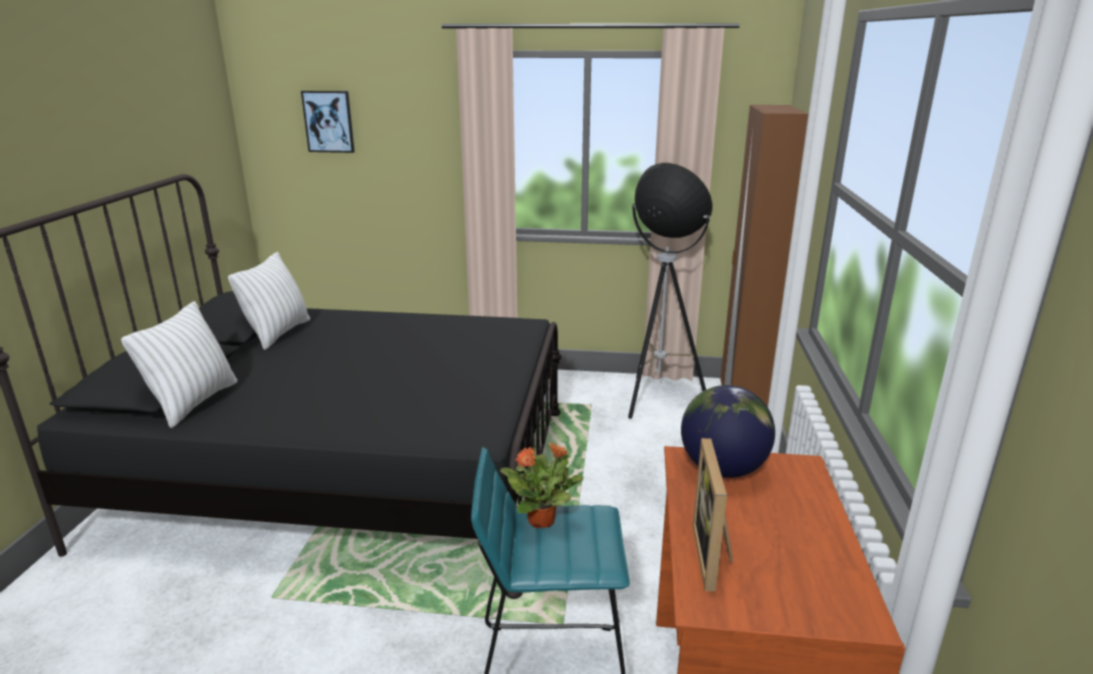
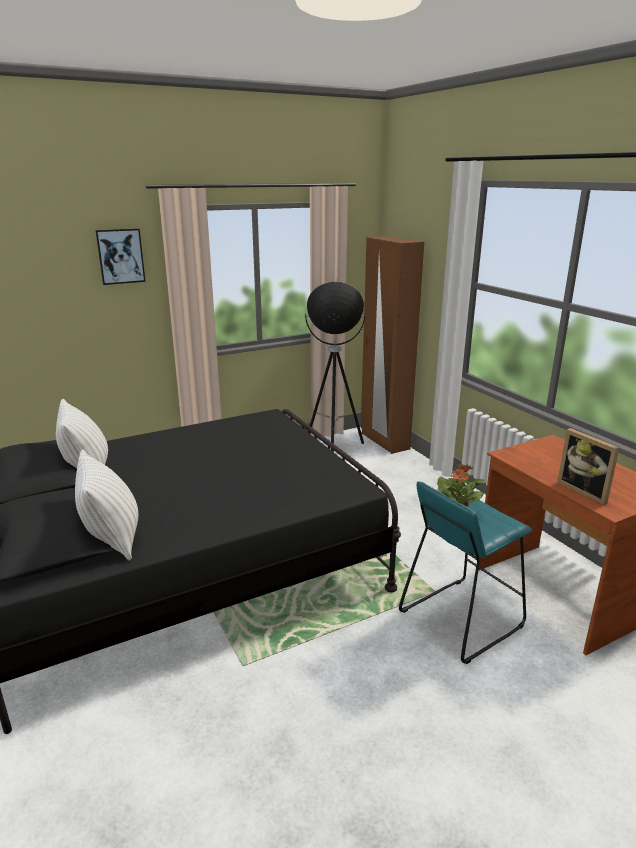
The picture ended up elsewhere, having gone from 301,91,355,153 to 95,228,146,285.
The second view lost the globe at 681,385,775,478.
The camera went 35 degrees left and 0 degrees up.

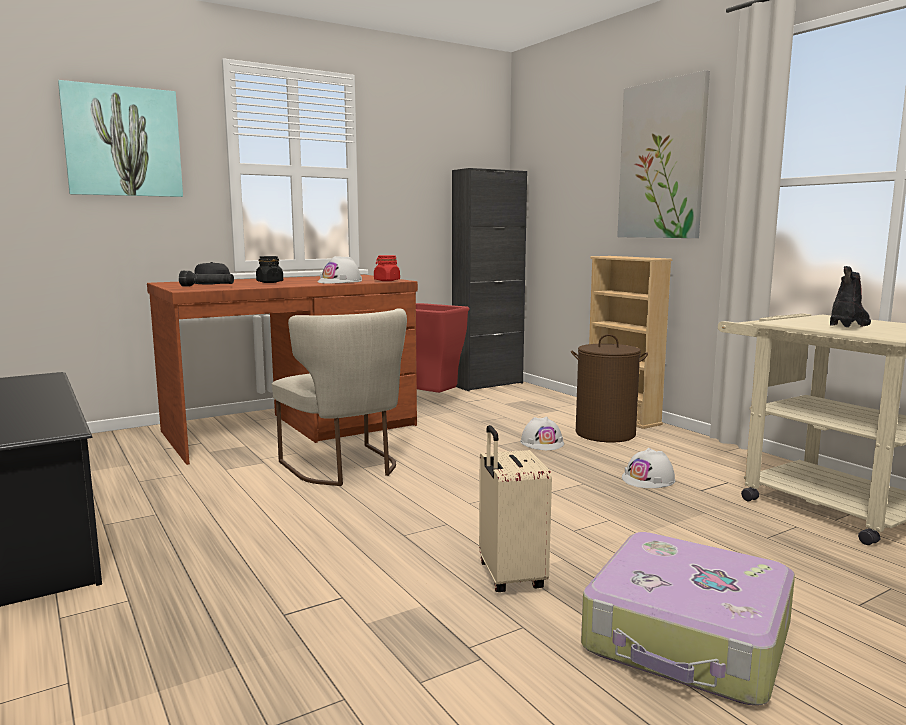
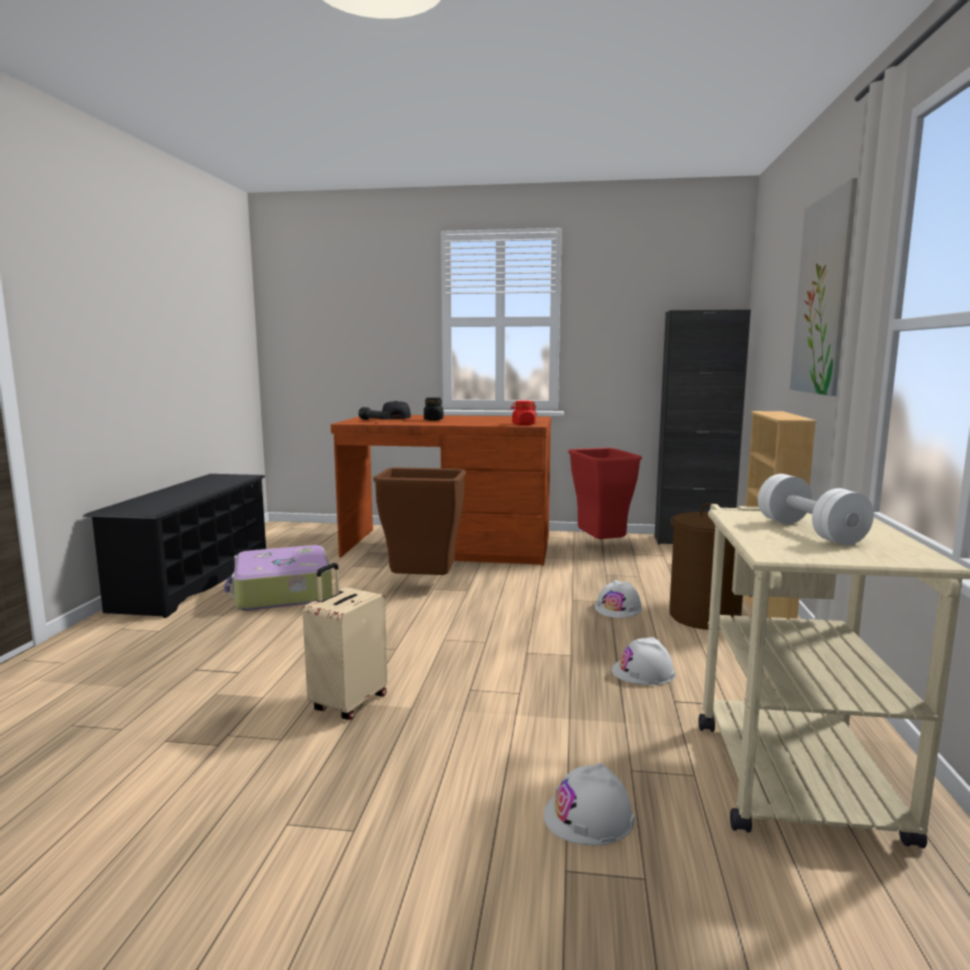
The second view lost the picture at 58,80,183,197.
The white hard hat ended up elsewhere, having gone from 318,256,362,284 to 544,763,635,845.
Where the boot stood at 830,266,871,327, the white dumbbell came to stand at 758,474,874,545.
Where the beige chair stood at 272,308,407,486, the brown trash can came to stand at 373,467,466,575.
The suitcase ended up elsewhere, having gone from 581,532,795,705 to 224,545,333,611.
The camera went 40 degrees right and 0 degrees up.

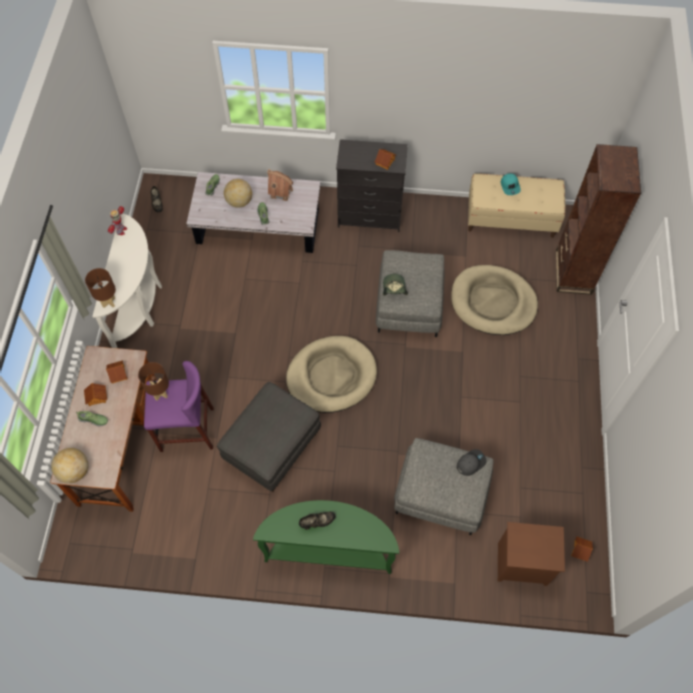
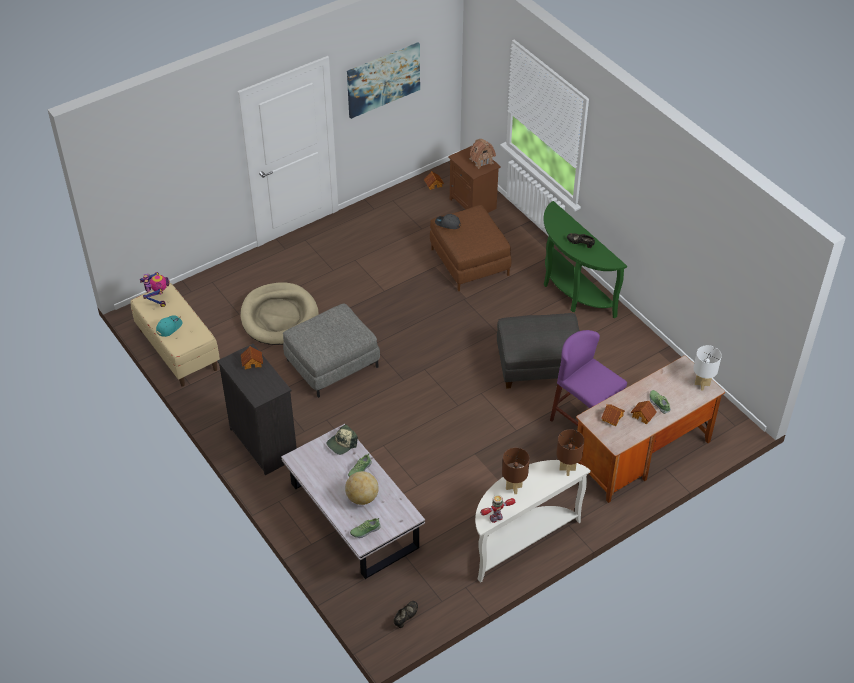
The second view lost the brown bookcase at 556,144,641,295.
The toy house ended up elsewhere, having gone from 267,169,293,201 to 470,139,496,169.
The cap ended up elsewhere, having gone from 383,274,408,295 to 327,424,358,455.
The second view lost the beige dog bed at 286,336,377,413.
The brown table lamp ended up elsewhere, having gone from 138,362,169,401 to 502,448,530,494.
What was the grey ottoman at 394,438,494,535 turned into the brown ottoman at 430,205,511,291.
Where the globe stood at 51,448,88,483, the white table lamp came to stand at 693,345,722,391.
The second view gained the picture at 347,43,420,119.
The second view gained the toy robot at 140,272,170,307.
The camera went 130 degrees left and 15 degrees down.

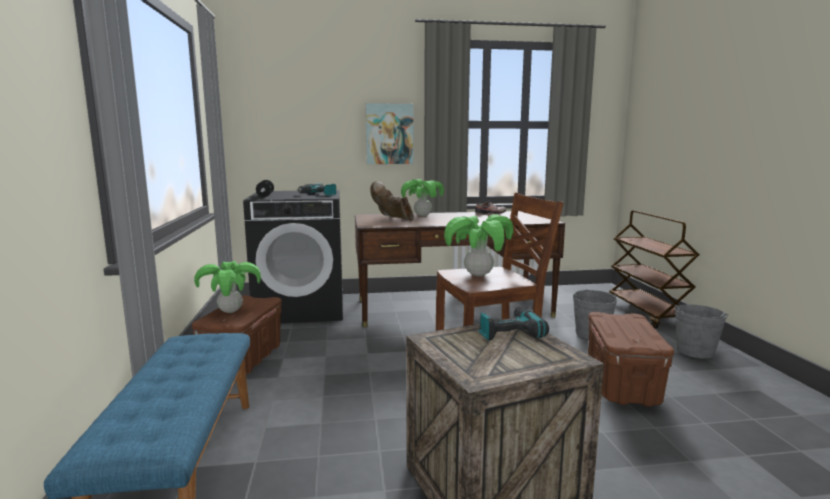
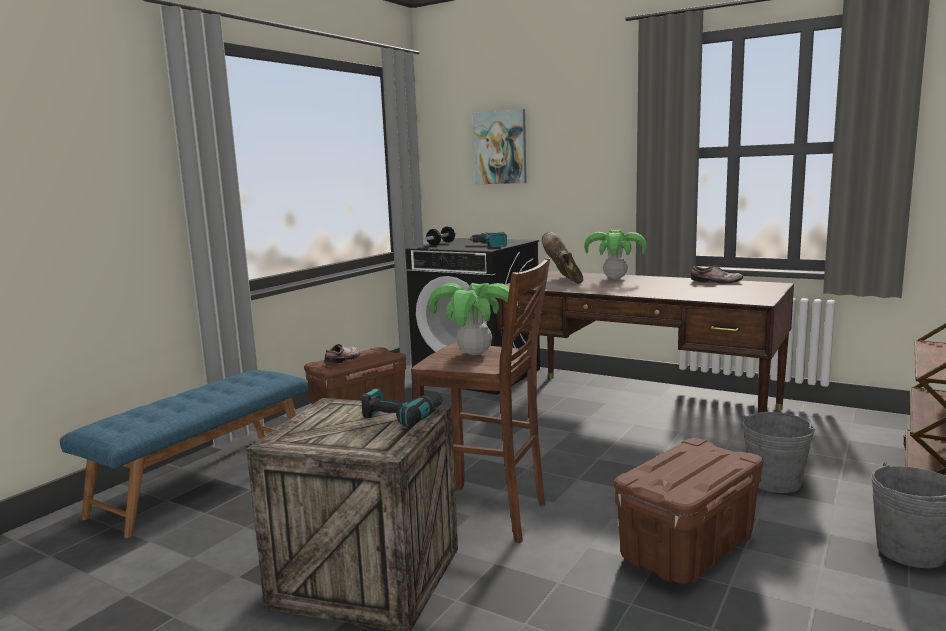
The picture ended up elsewhere, having gone from 366,103,414,164 to 473,109,527,184.
Where the potted plant stood at 194,261,261,313, the shoe came to stand at 325,344,360,364.
The camera went 40 degrees right and 0 degrees up.

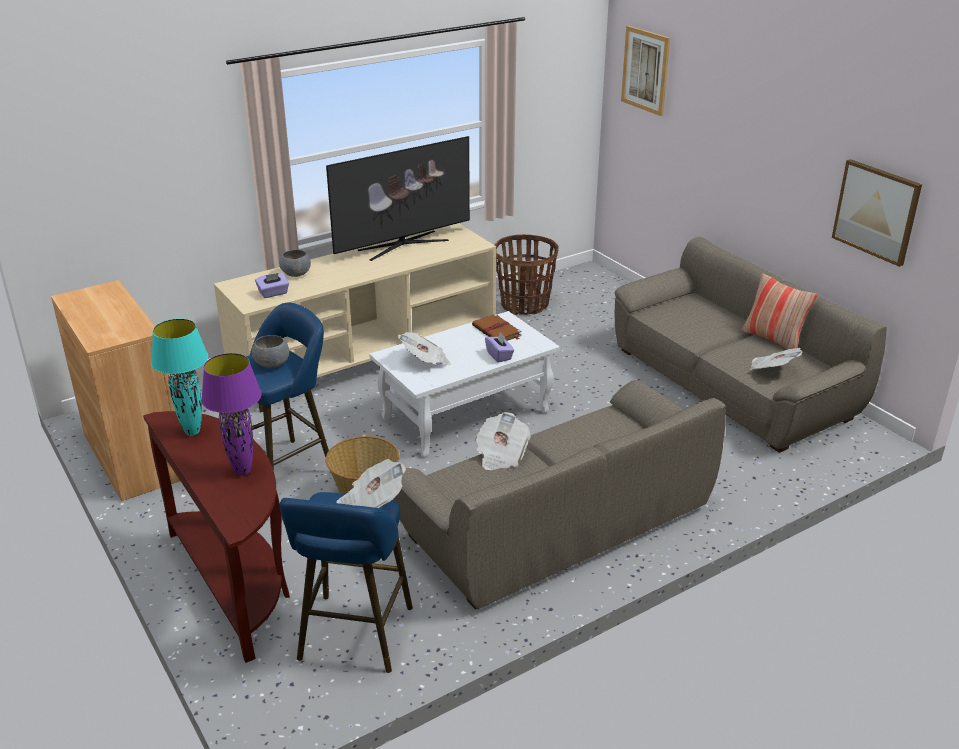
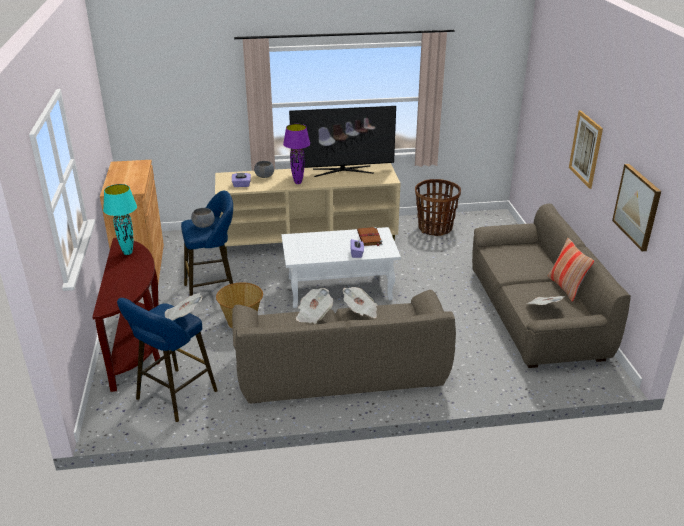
The picture ended up elsewhere, having gone from 621,26,670,116 to 569,110,603,189.
The newspaper ended up elsewhere, having gone from 398,332,451,365 to 343,287,377,318.
The purple table lamp ended up elsewhere, having gone from 201,353,262,476 to 283,124,310,184.
The camera went 25 degrees right and 0 degrees up.

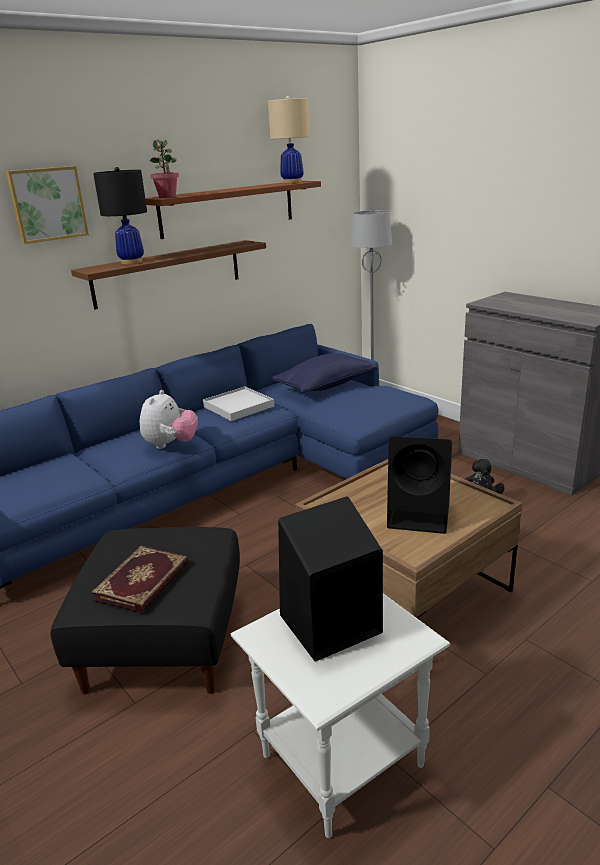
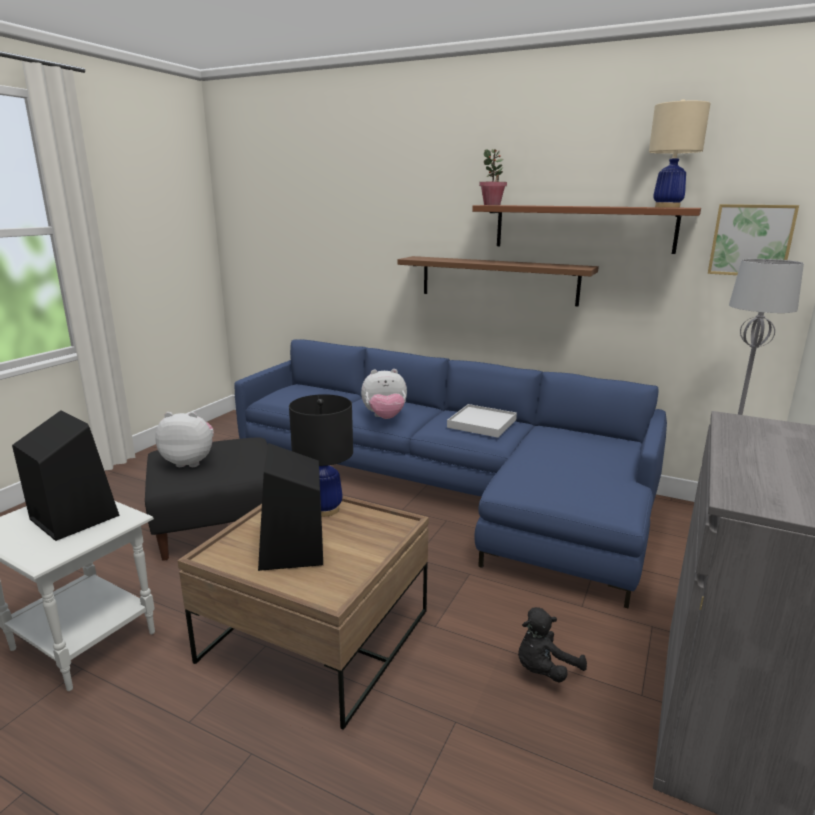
The picture ended up elsewhere, having gone from 5,166,89,244 to 708,204,799,275.
The black table lamp ended up elsewhere, having gone from 93,167,147,264 to 289,394,353,517.
The second view lost the blue pillow at 272,353,378,393.
Where the book stood at 91,546,189,613, the plush toy came to stand at 155,412,214,467.
The camera went 65 degrees right and 5 degrees down.

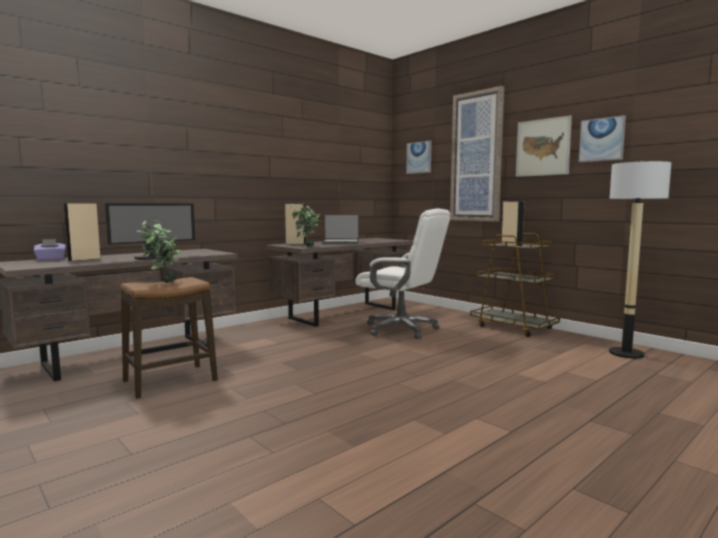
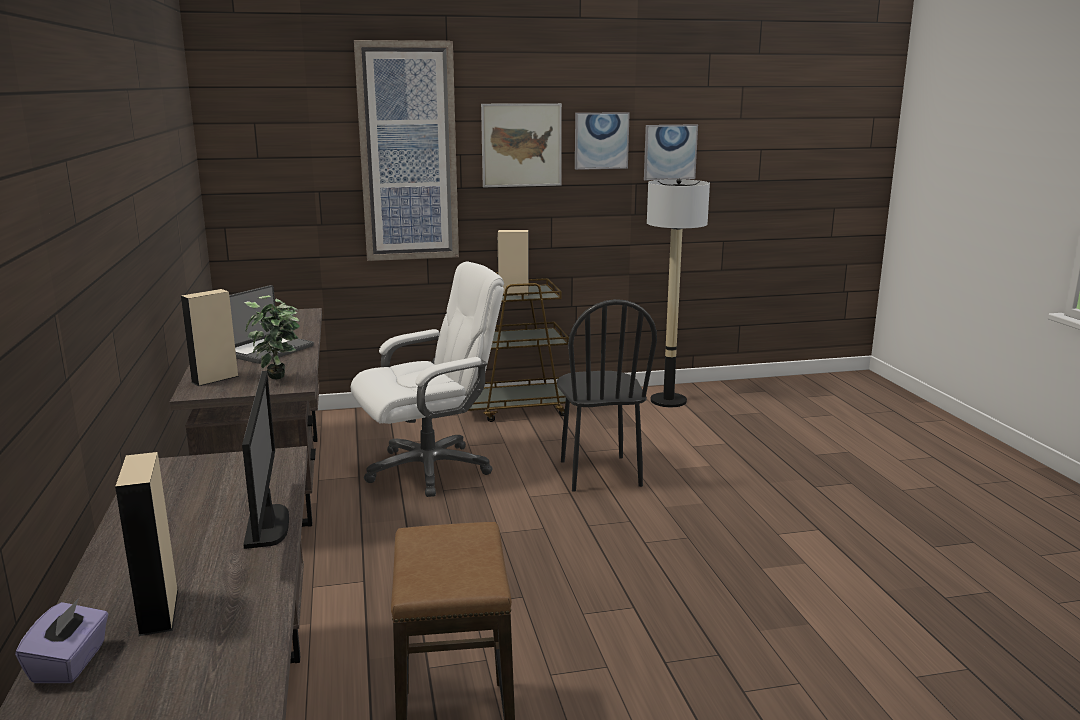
The picture ended up elsewhere, having gone from 406,140,432,174 to 644,124,698,180.
The second view lost the potted plant at 136,220,182,283.
The second view gained the black chair at 557,299,657,492.
The camera went 60 degrees left and 10 degrees up.

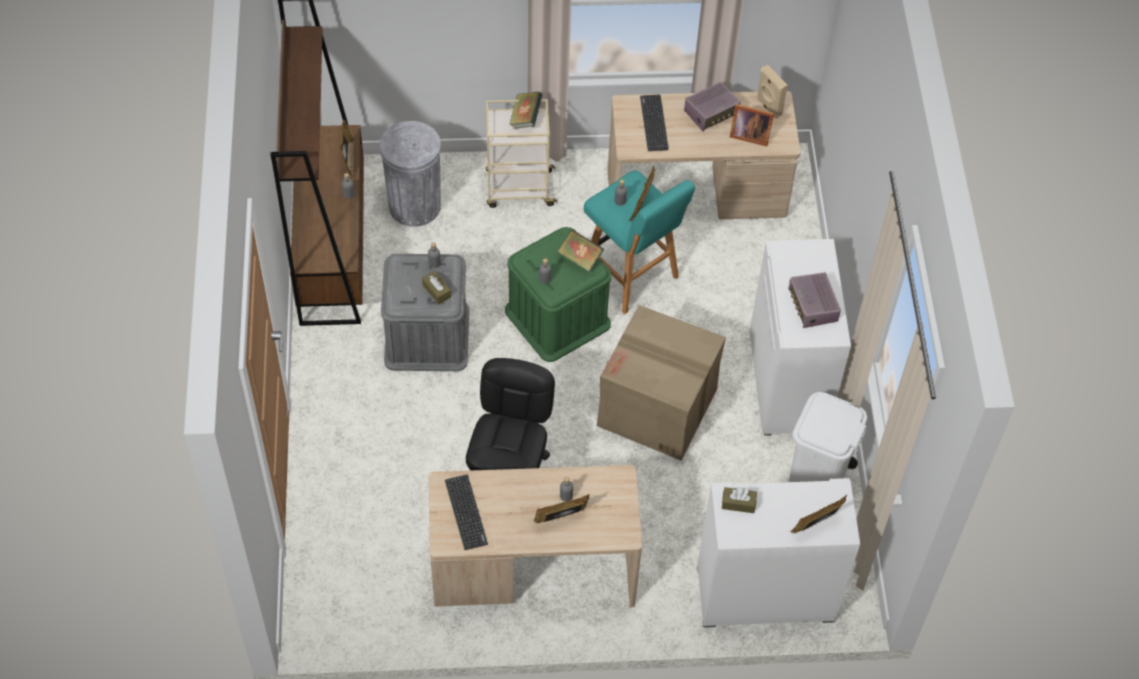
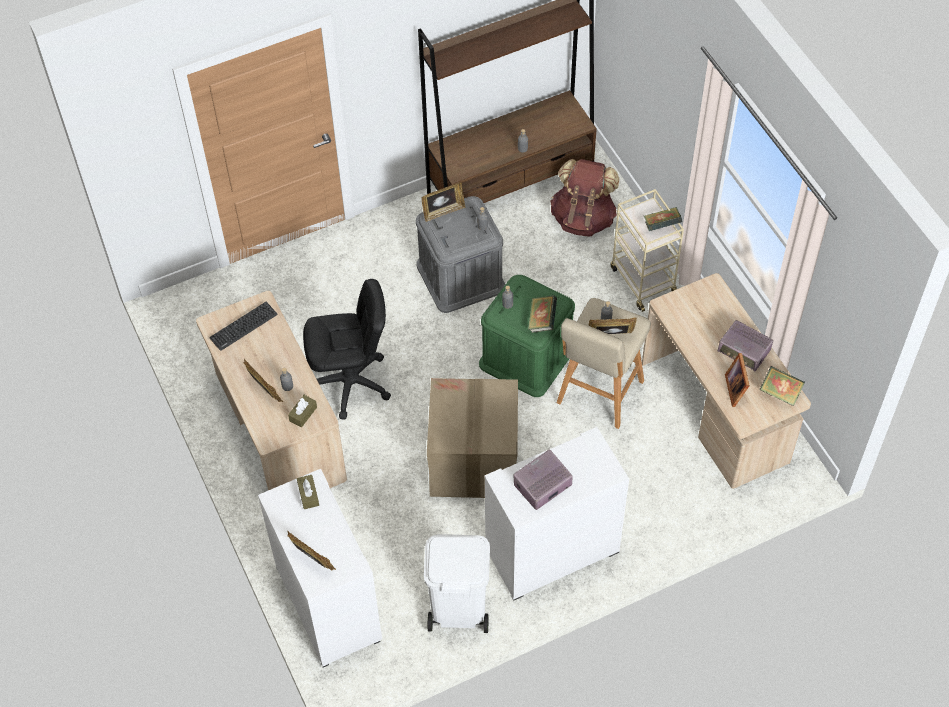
Where the beige speaker stood at 756,65,788,119, the book came to stand at 759,366,805,406.
The second view lost the keyboard at 640,95,669,151.
The picture frame ended up elsewhere, having gone from 341,119,356,177 to 422,182,466,222.
Where the grey trash can stood at 380,121,441,227, the brown backpack came to stand at 550,159,620,237.
What was the turquoise stool at 584,170,695,314 turned into the beige stool at 557,298,651,429.
The brown tissue box ended up elsewhere, having gone from 422,271,451,304 to 288,395,317,428.
The camera went 70 degrees right and 0 degrees up.

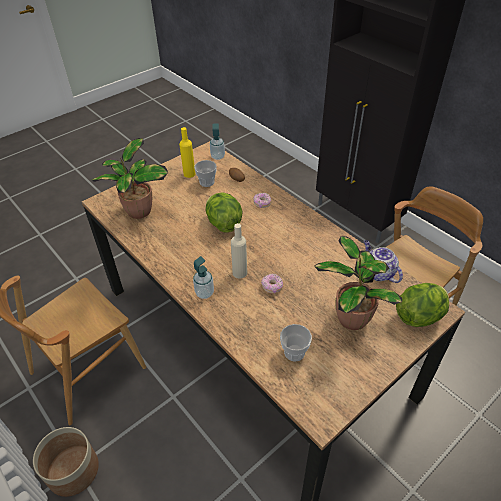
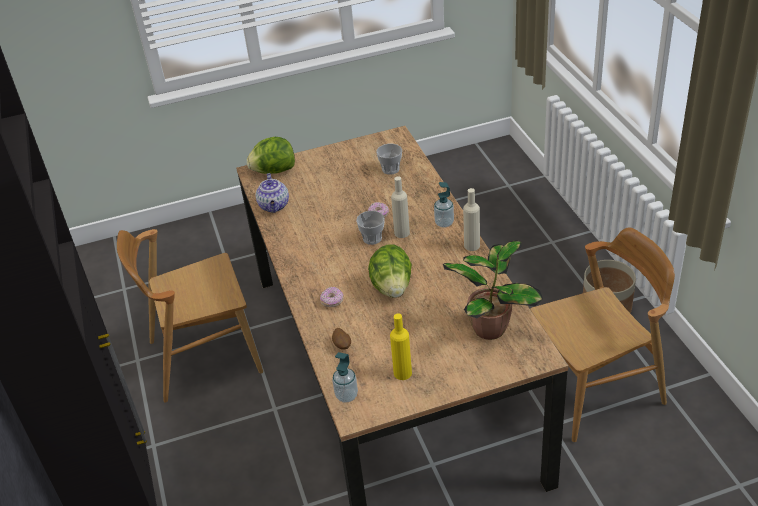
The cup ended up elsewhere, having gone from 194,160,217,187 to 356,211,385,245.
The second view lost the potted plant at 314,236,402,330.
The second view gained the beige bottle at 463,188,480,251.
The camera went 155 degrees left and 5 degrees down.

